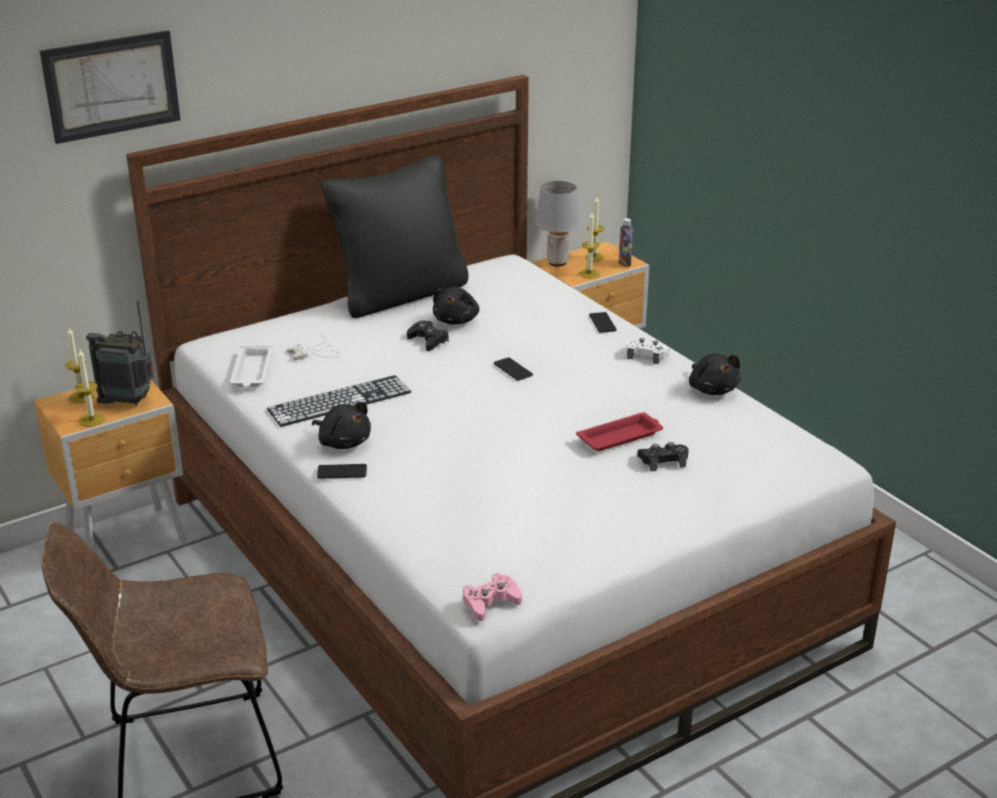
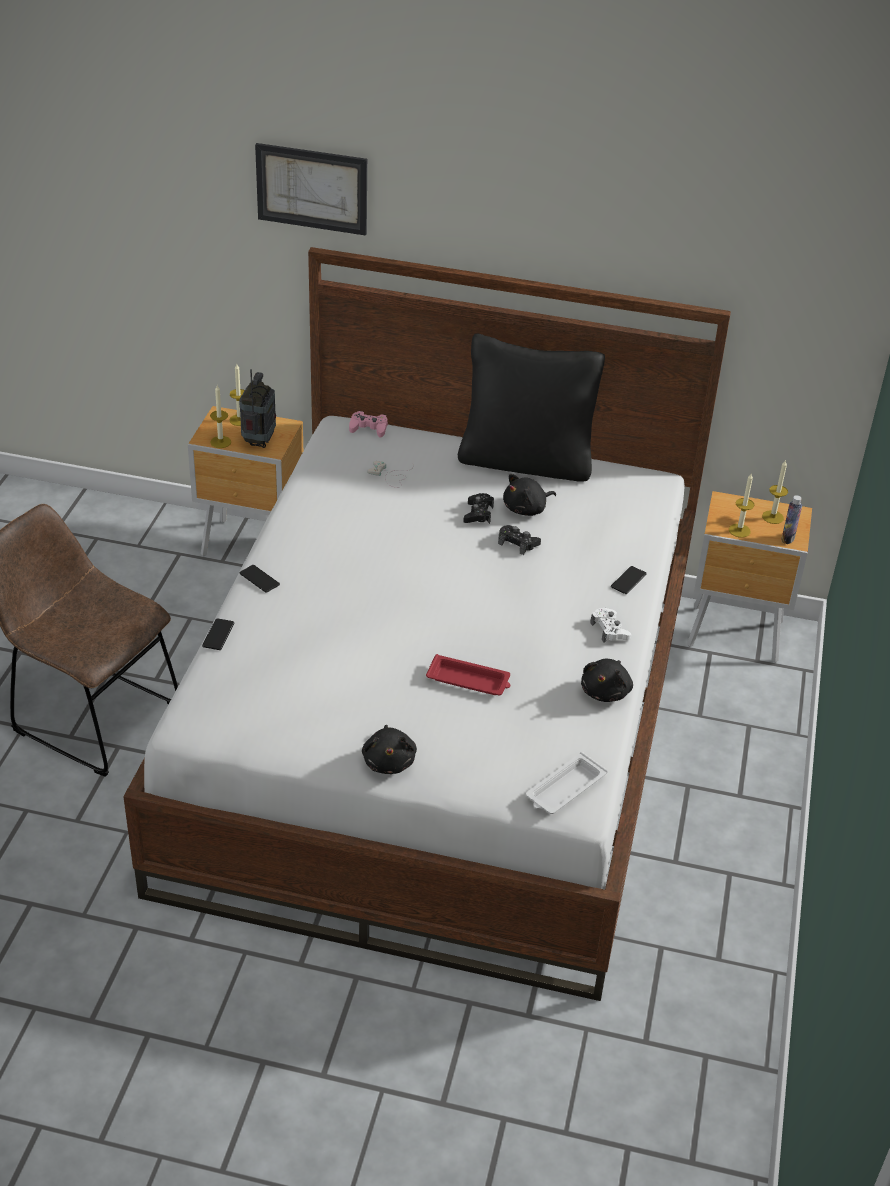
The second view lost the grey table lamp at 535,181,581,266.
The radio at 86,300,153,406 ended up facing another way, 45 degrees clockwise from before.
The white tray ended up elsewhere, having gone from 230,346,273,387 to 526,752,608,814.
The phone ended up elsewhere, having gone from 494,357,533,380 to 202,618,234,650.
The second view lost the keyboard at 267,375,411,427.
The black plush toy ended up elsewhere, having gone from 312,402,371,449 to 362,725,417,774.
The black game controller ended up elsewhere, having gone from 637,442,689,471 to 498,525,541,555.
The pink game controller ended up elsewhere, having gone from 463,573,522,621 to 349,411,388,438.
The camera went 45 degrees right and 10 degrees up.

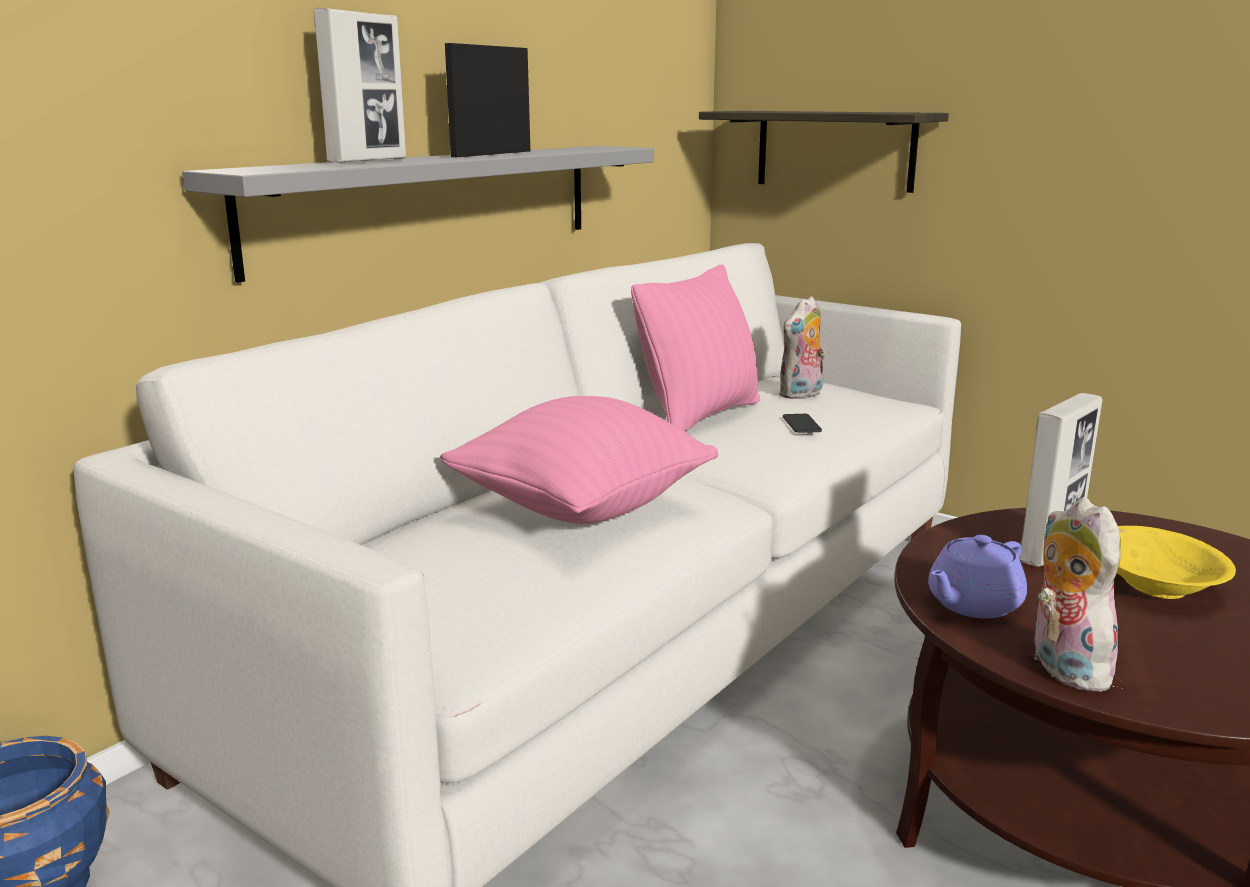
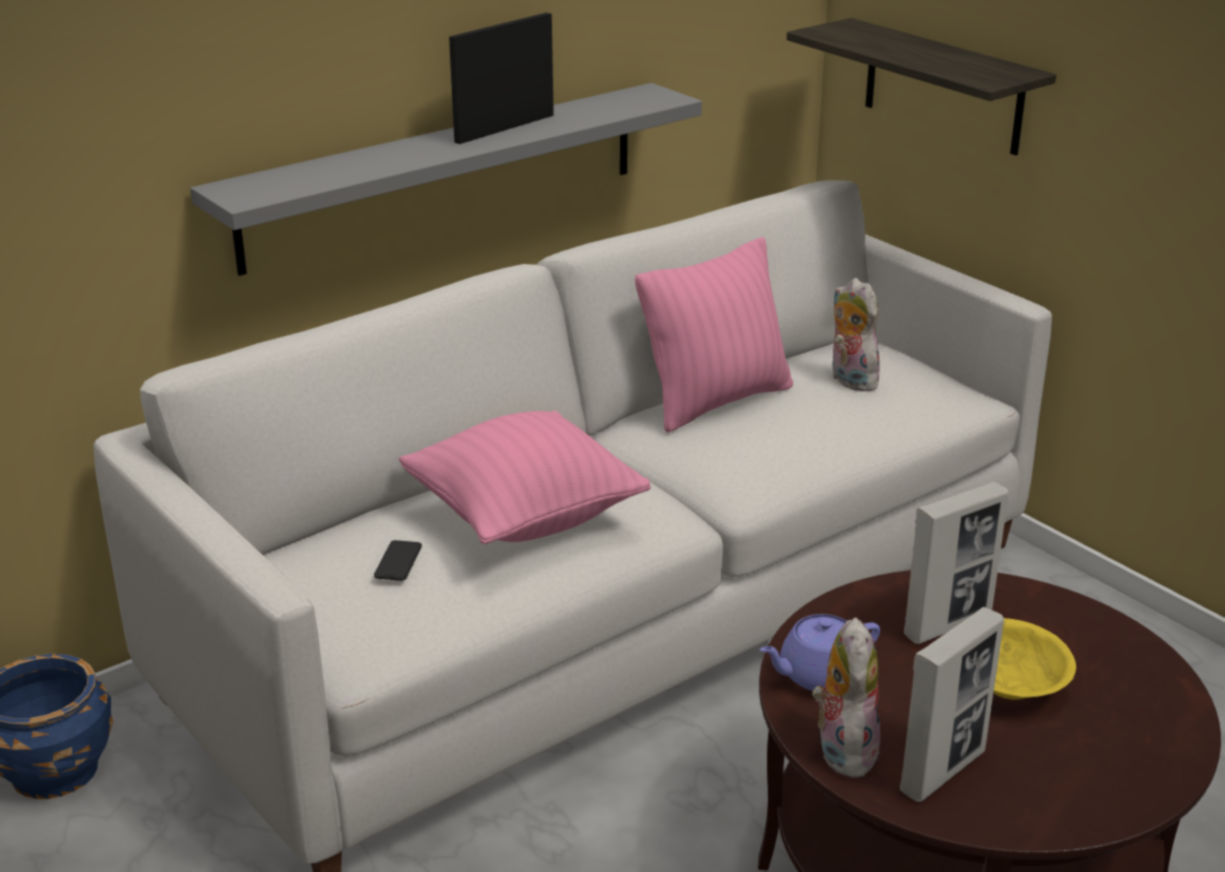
The picture frame ended up elsewhere, having gone from 313,8,406,163 to 900,607,1004,802.
The plush toy at 779,296,826,399 ended up facing another way, 90 degrees clockwise from before.
The phone ended up elsewhere, having gone from 783,414,822,433 to 374,540,422,581.
The camera went 15 degrees right and 10 degrees up.

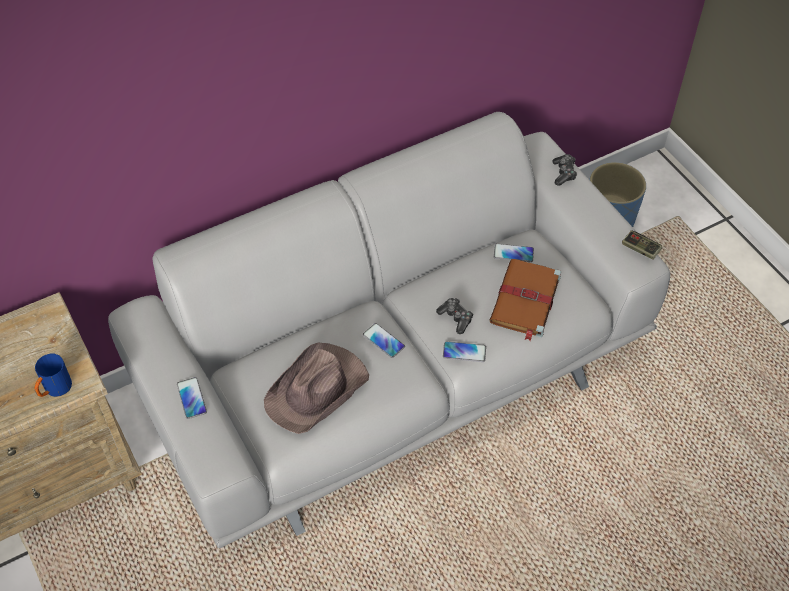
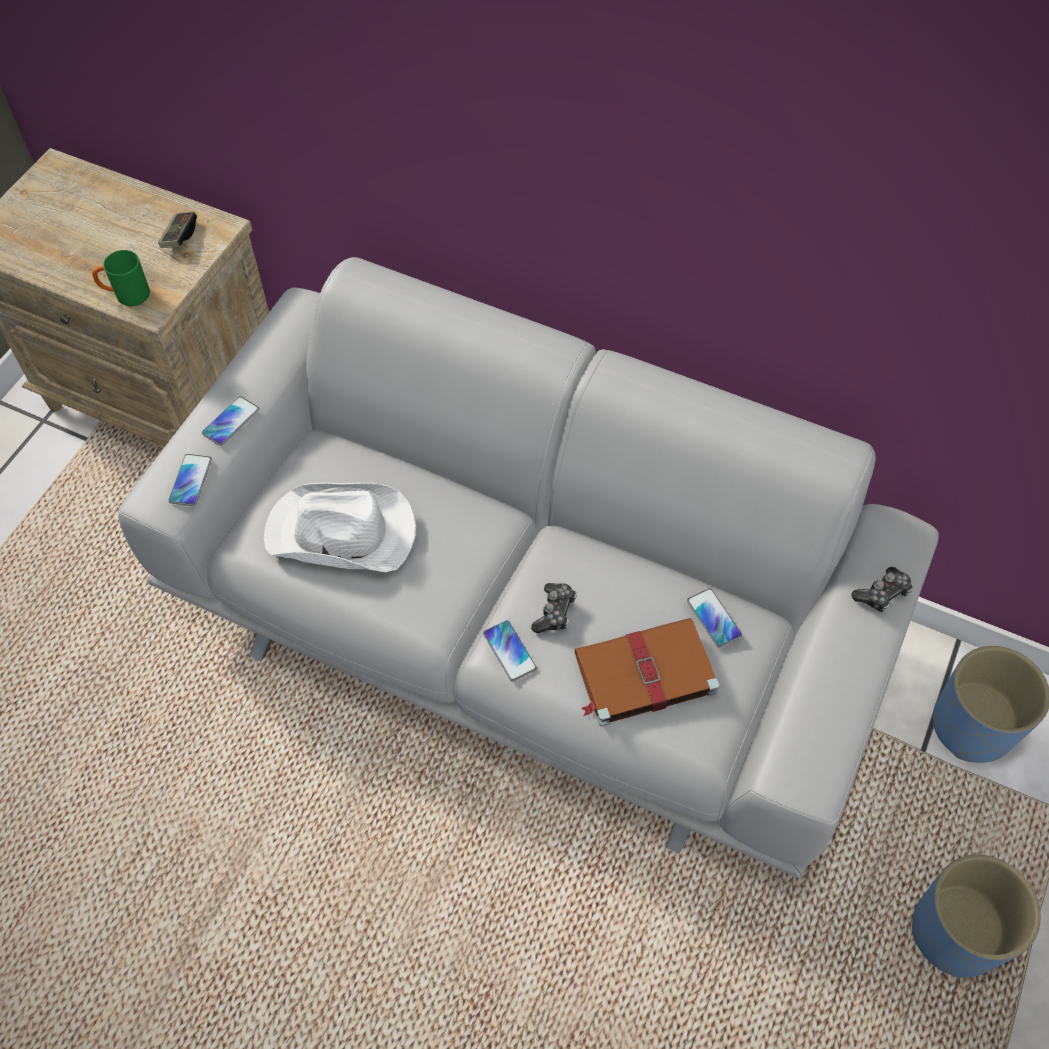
The game controller ended up elsewhere, having gone from 622,230,662,260 to 158,211,197,248.
The phone ended up elsewhere, having gone from 363,323,405,358 to 168,454,212,506.
What was the brown hat at 264,343,369,434 turned into the white hat at 264,483,416,572.
What was the blue mug at 35,354,72,397 turned into the green mug at 92,250,150,306.
The second view gained the blue planter at 912,855,1041,978.
The camera went 55 degrees right and 5 degrees up.

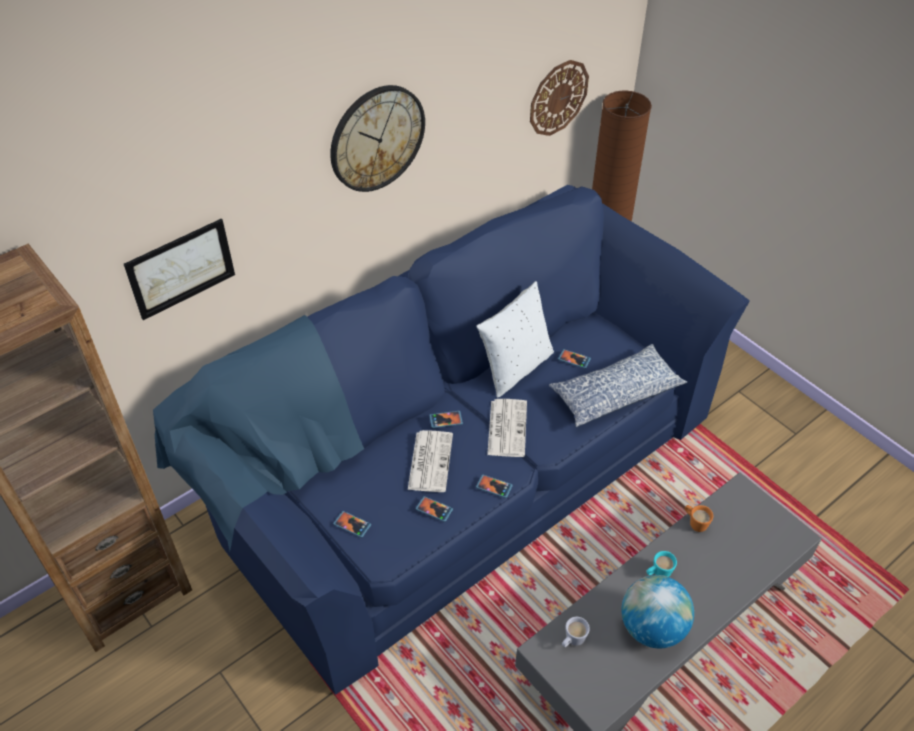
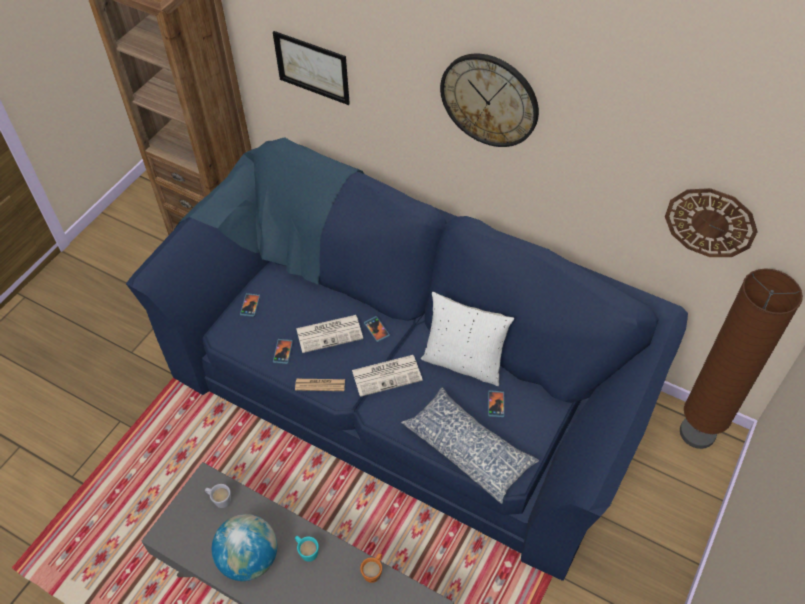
Where the phone stood at 476,475,513,498, the newspaper came to stand at 295,379,345,391.
The camera went 70 degrees right and 5 degrees up.

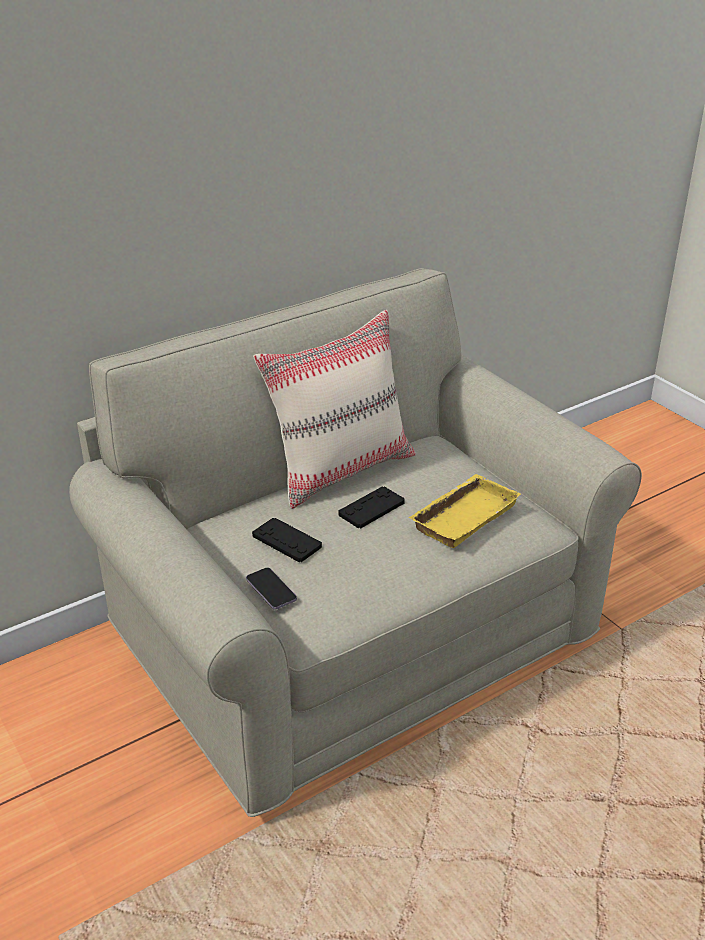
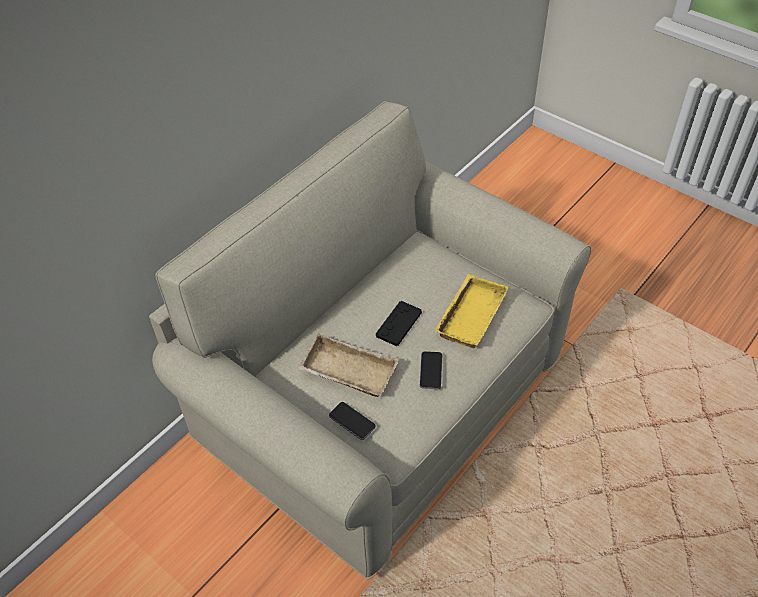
The second view lost the beige pillow at 253,310,416,509.
Where the black game controller stood at 252,518,322,562, the beige tray came to stand at 298,333,399,397.
The second view gained the phone at 420,351,442,389.
The camera went 15 degrees left and 15 degrees up.

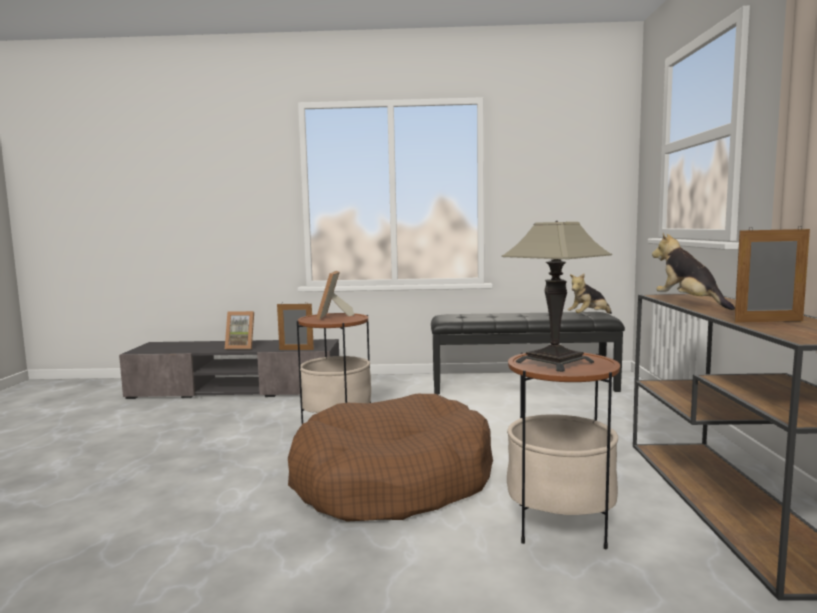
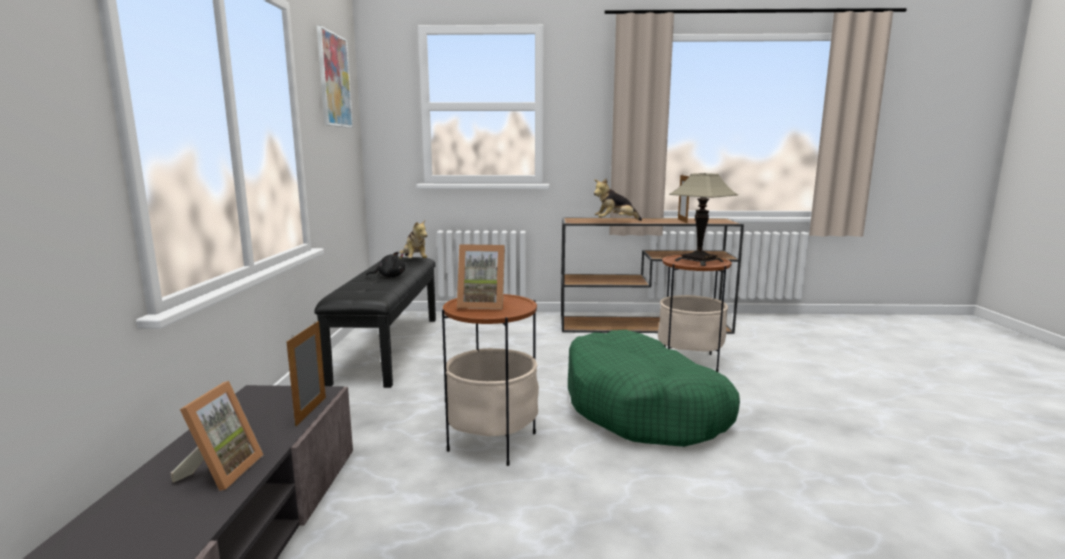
What was the brown dog bed at 288,394,493,522 turned into the green dog bed at 568,330,740,447.
The second view gained the picture at 317,26,353,128.
The second view gained the black plush toy at 366,252,405,278.
The camera went 90 degrees left and 5 degrees up.

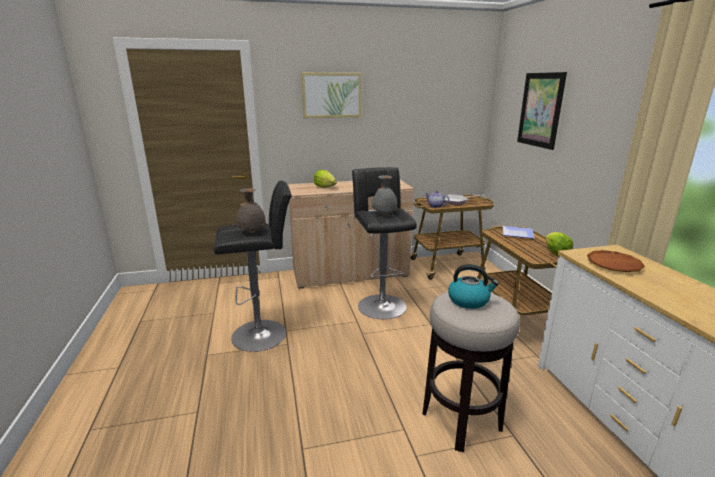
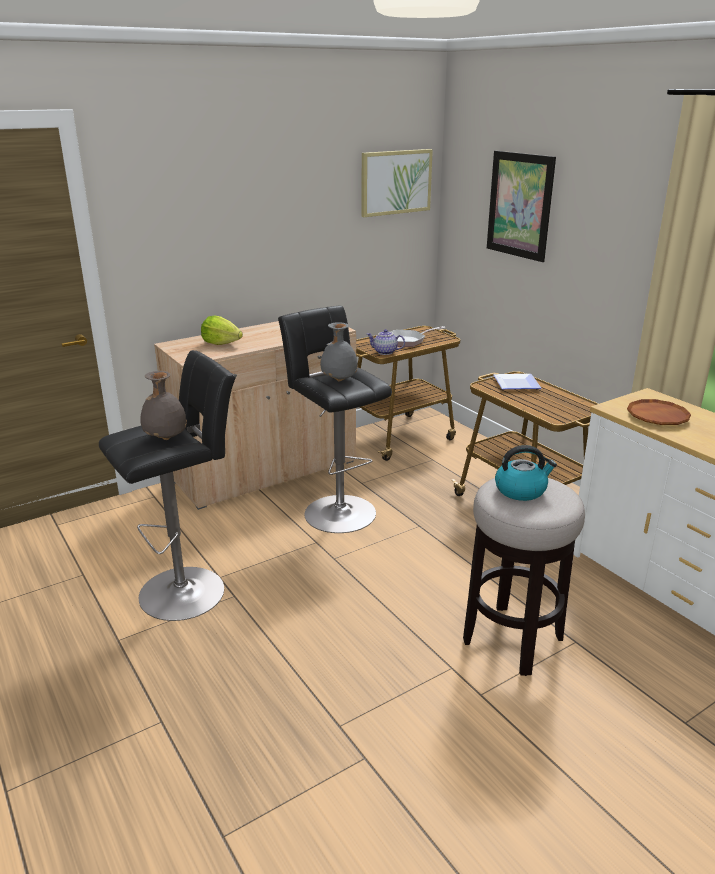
The picture ended up elsewhere, having gone from 301,73,361,118 to 362,149,433,217.
The second view lost the lettuce at 546,232,573,256.
The camera went 20 degrees left and 5 degrees up.

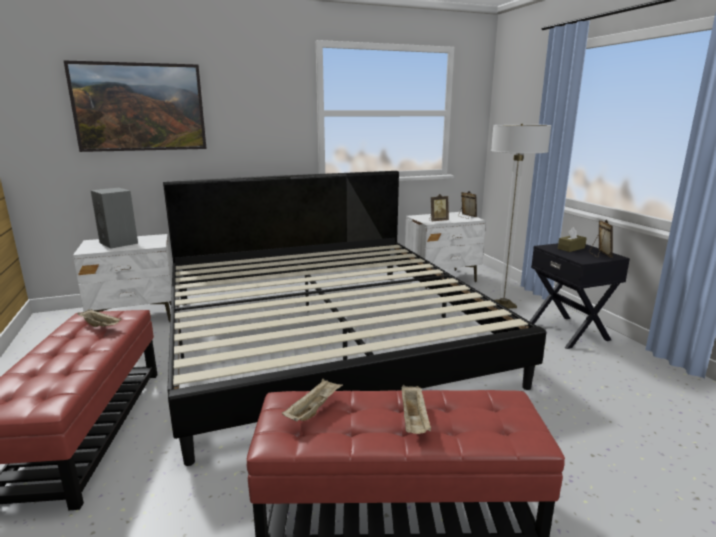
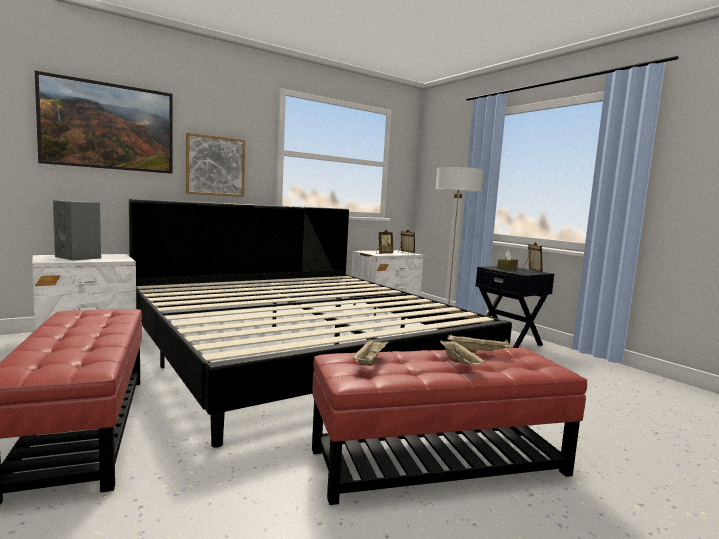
The beige tray ended up elsewhere, having gone from 77,310,122,327 to 448,334,512,353.
The second view gained the picture at 186,133,245,197.
The camera went 15 degrees left and 10 degrees down.

